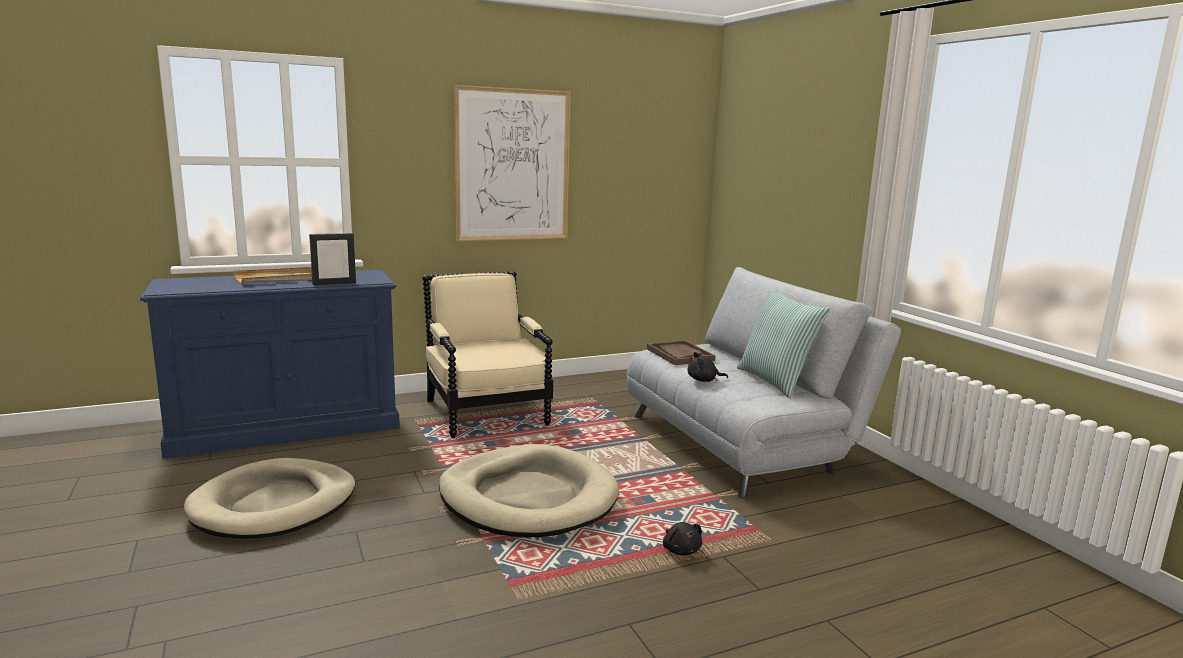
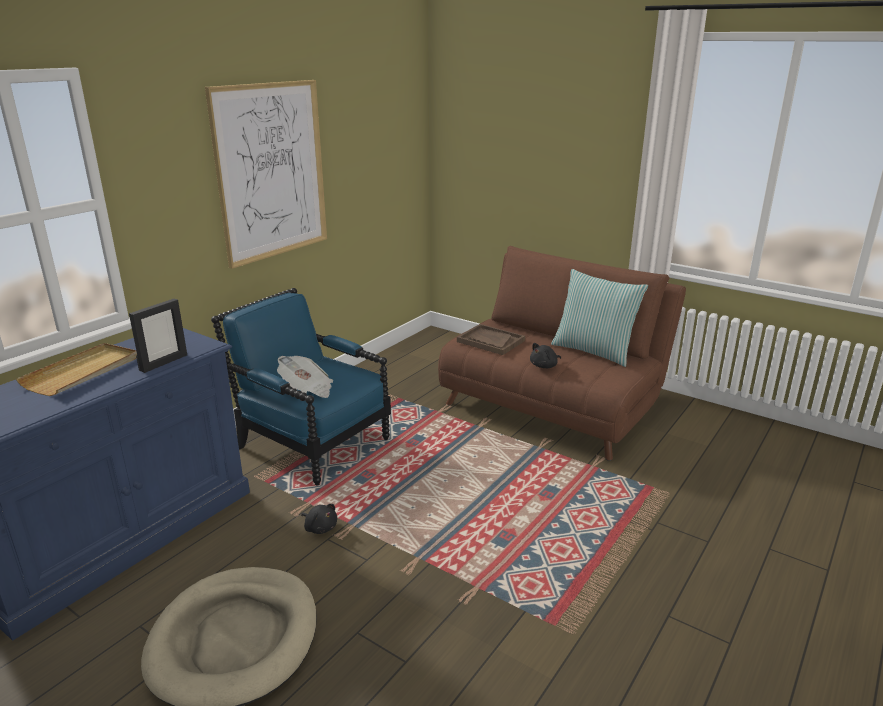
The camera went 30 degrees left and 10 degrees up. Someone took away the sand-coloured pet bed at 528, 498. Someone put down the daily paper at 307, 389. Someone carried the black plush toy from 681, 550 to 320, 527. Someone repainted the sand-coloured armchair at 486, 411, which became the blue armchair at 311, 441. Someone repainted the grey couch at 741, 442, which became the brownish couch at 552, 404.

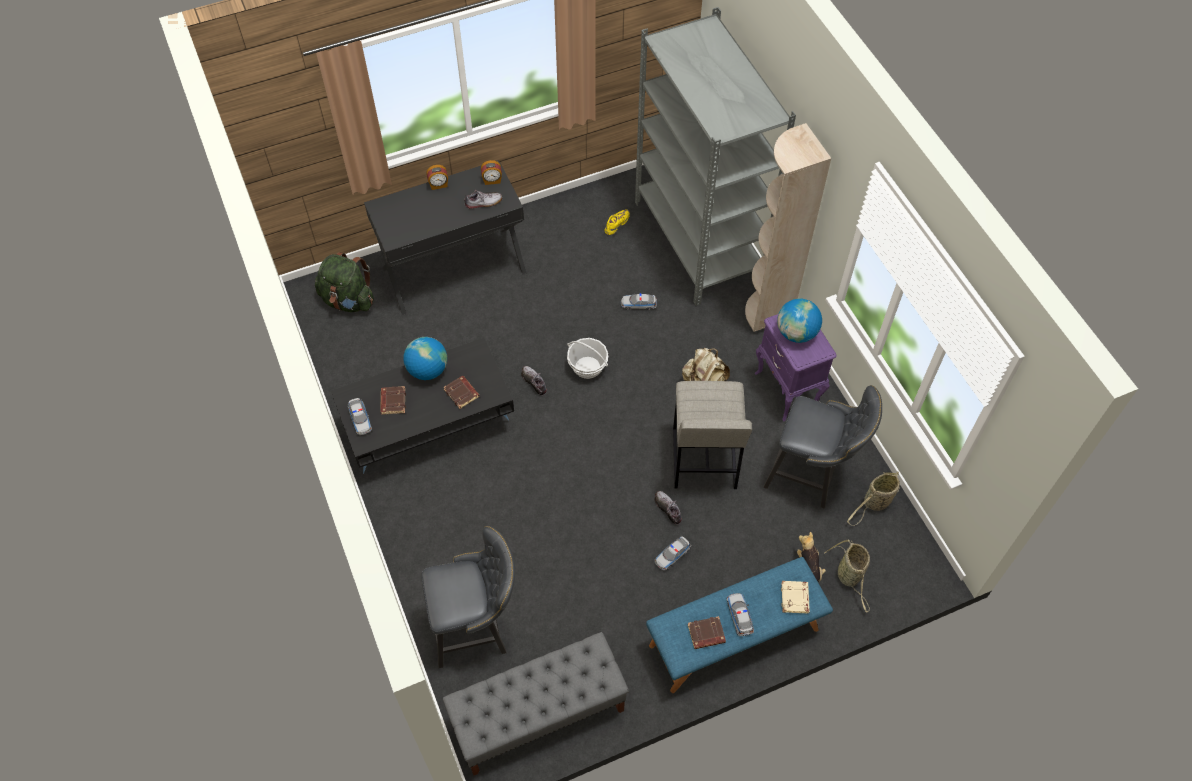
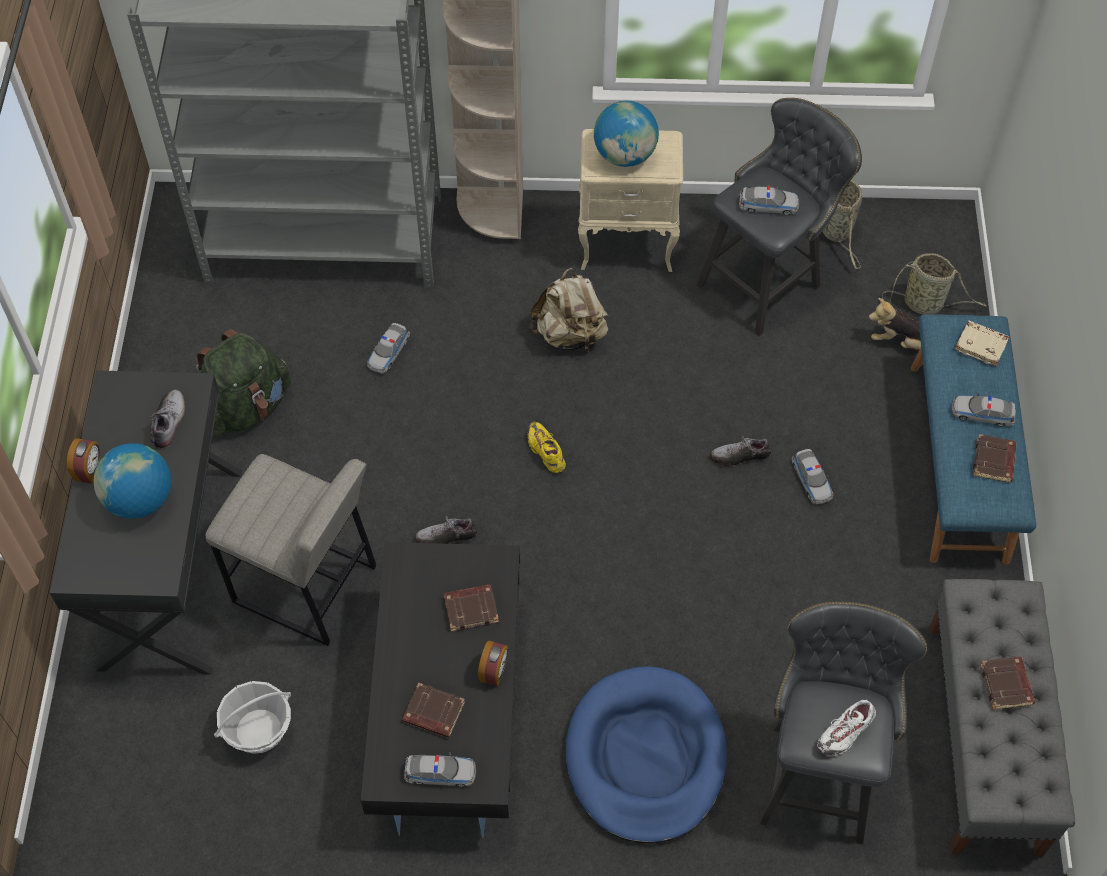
The camera went 65 degrees left and 0 degrees up. Someone put down the blue pet bed at 645, 757. Someone put down the miniature car at 768, 205. Someone put down the white-coloured item of footwear at 845, 732. Someone put down the brownish book at 1007, 685. Someone carried the greenish knapsack from 348, 300 to 247, 407. Someone carried the globe from 427, 370 to 140, 500. Someone carried the alarm clock from 492, 180 to 494, 671. Someone carried the household basket from 587, 367 to 259, 730. Someone carried the yellow item of footwear from 616, 225 to 545, 451. Someone carried the grey chair from 704, 460 to 308, 585. Someone repainted the purple-coloured night table at 787, 390, which became the sand-coloured night table at 627, 247.

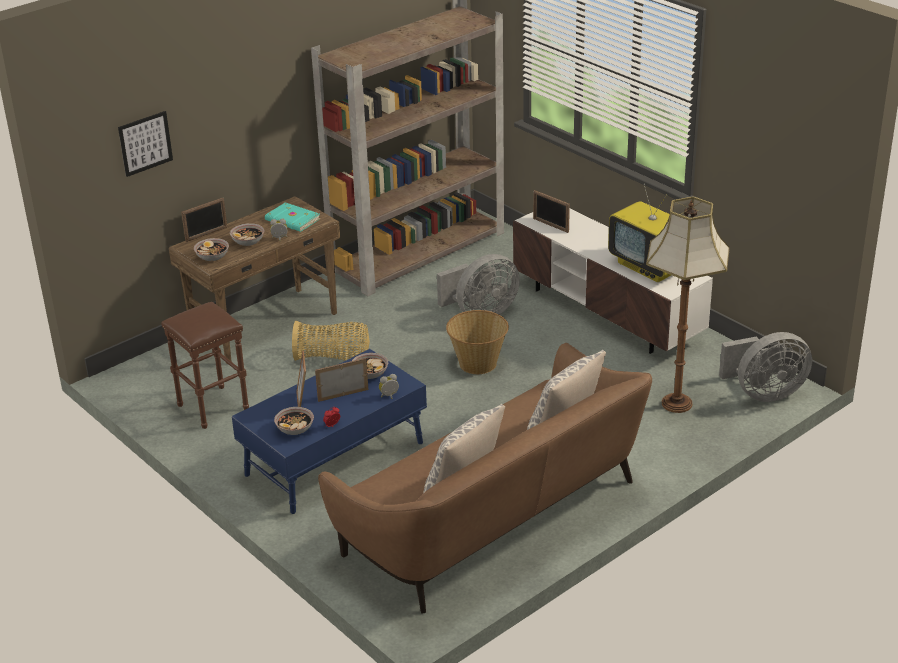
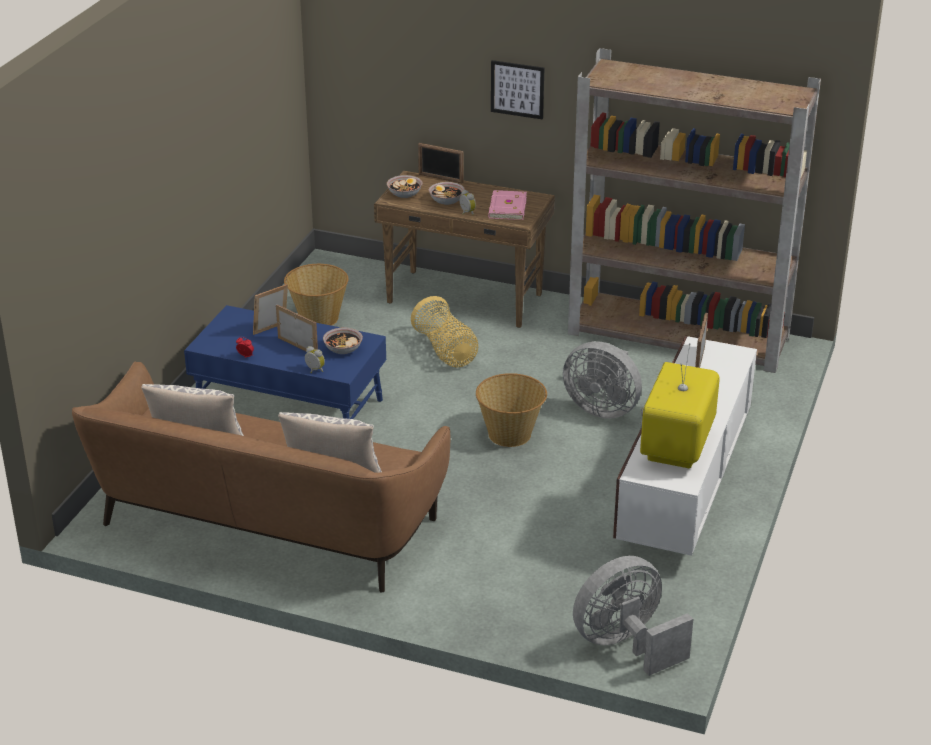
The camera went 60 degrees right and 0 degrees up. Someone took away the serving bowl at 295, 429. Someone took away the standing lamp at 678, 403. Someone carried the wall art from 145, 143 to 517, 89. Someone swapped the brownish sitting stool at 211, 406 for the household basket at 318, 318. Someone repainted the blue-green book at 292, 220, which became the pink book at 506, 208. Someone rotated the grey cooling fan at 764, 393 by 105 degrees clockwise.

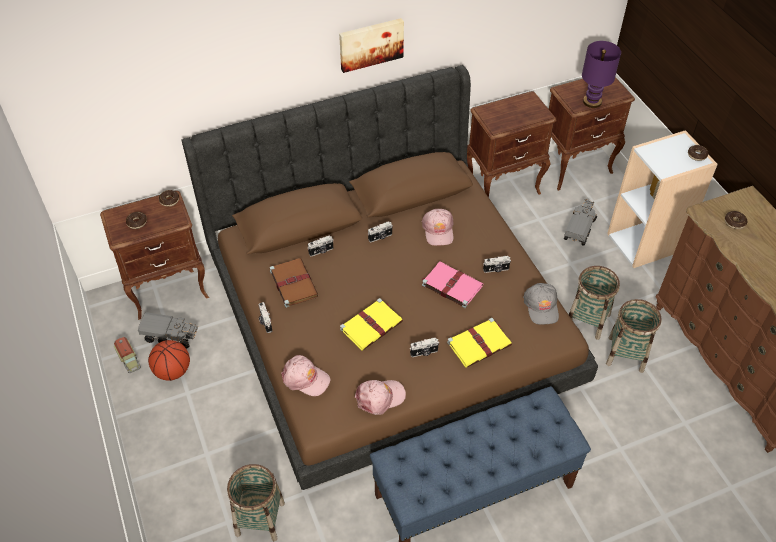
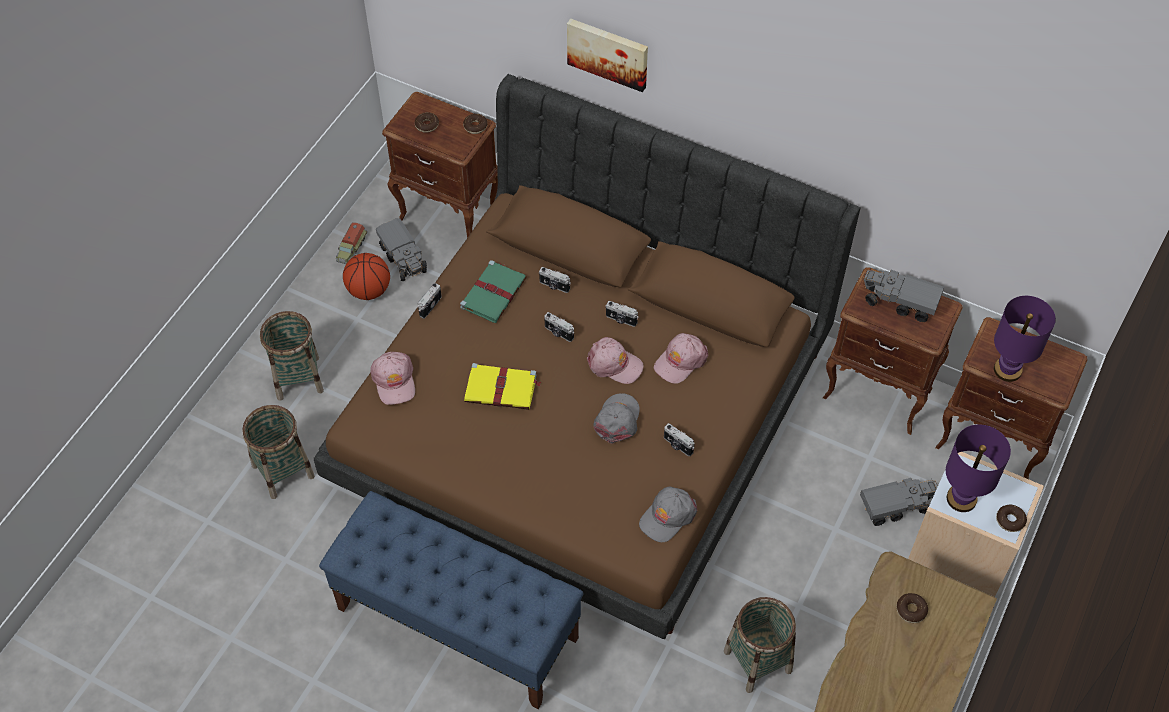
The camera went 50 degrees right and 5 degrees up. Someone took away the yellow book at 480, 343. Someone put down the model truck at 899, 302. Someone put down the purple-coloured tabletop lamp at 960, 498. Someone carried the wall art from 370, 43 to 608, 53. Someone carried the pink cap from 380, 397 to 614, 364. Someone carried the photo camera from 424, 353 to 558, 333. Someone carried the household basket from 587, 320 to 298, 377. Someone swapped the pink book at 451, 285 for the grey cap at 617, 420. Someone repainted the brownish book at 293, 283, which became the greenish book at 494, 292.

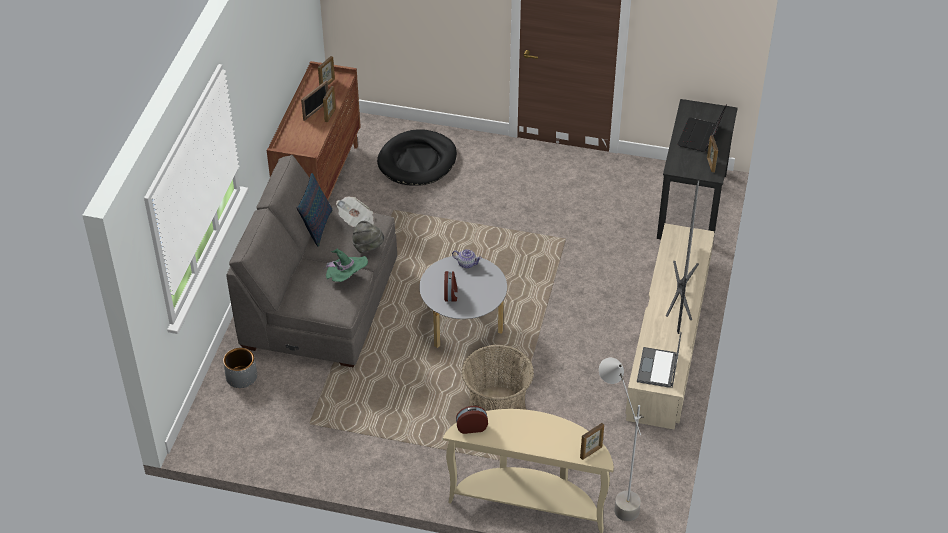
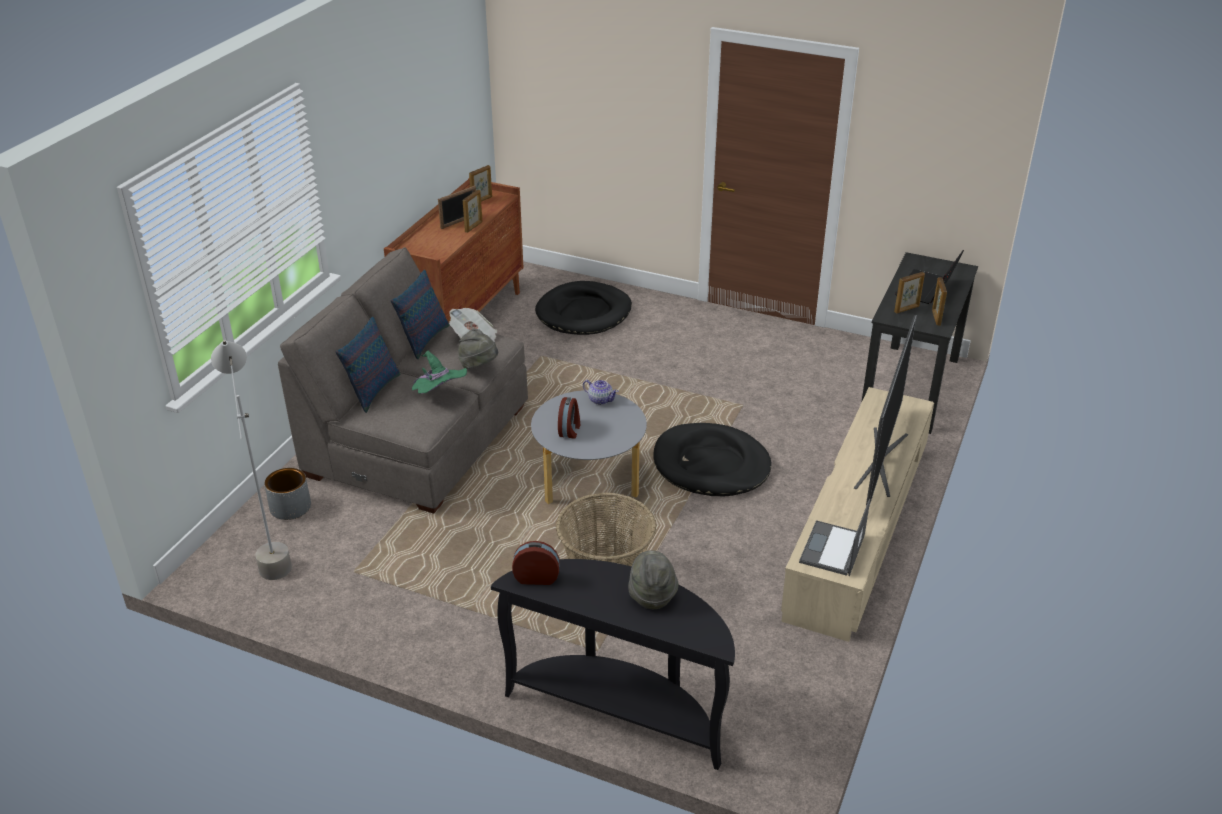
The camera went 10 degrees right and 10 degrees down. Someone put down the blue cushion at 373, 391. Someone put down the grey clothing hat at 652, 595. Someone put down the black pet bed at 711, 465. Someone carried the picture frame from 591, 452 to 907, 309. Someone carried the grey standing lamp from 614, 496 to 271, 551. Someone repainted the sand-coloured narrow table at 529, 501, which became the black narrow table at 621, 709.

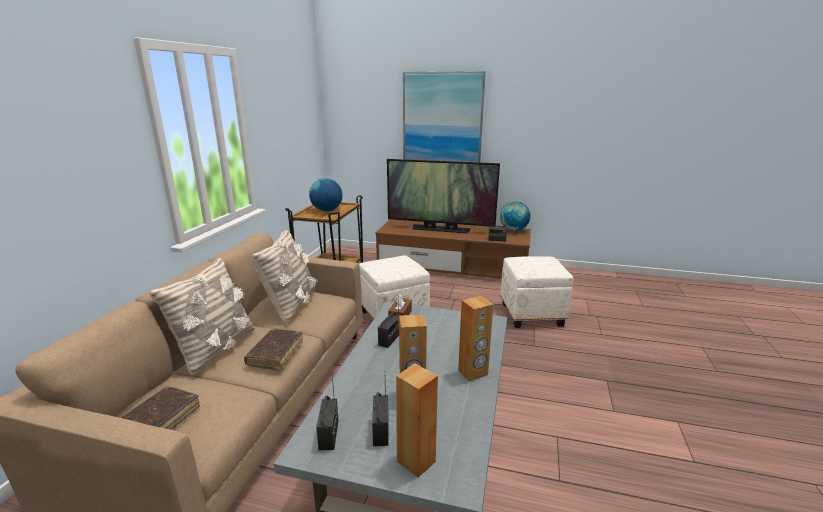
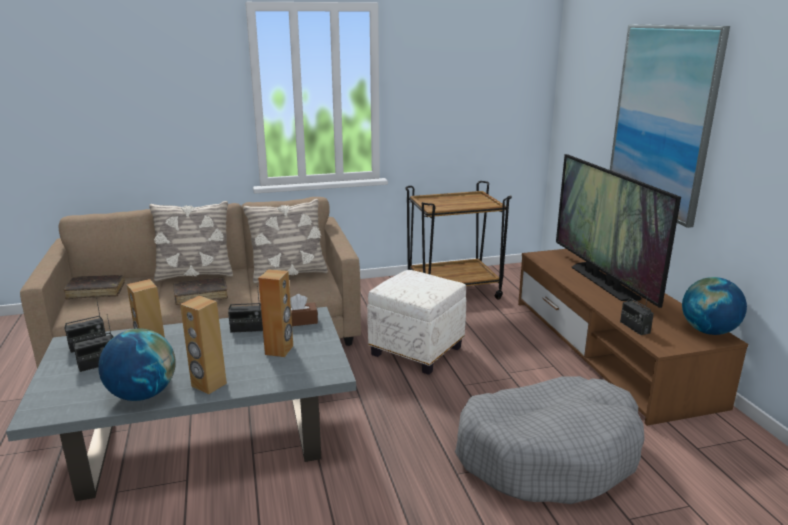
The camera went 60 degrees right and 0 degrees up. Someone carried the globe from 327, 210 to 142, 394. Someone carried the brownish loudspeaker from 416, 461 to 279, 350. Someone swapped the white-coloured pouffe at 532, 315 for the grey pet bed at 548, 454.

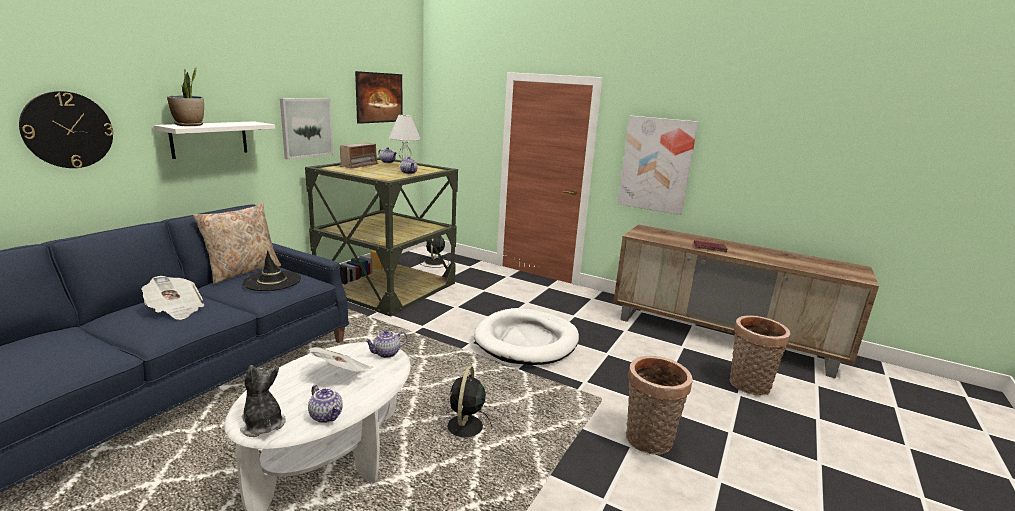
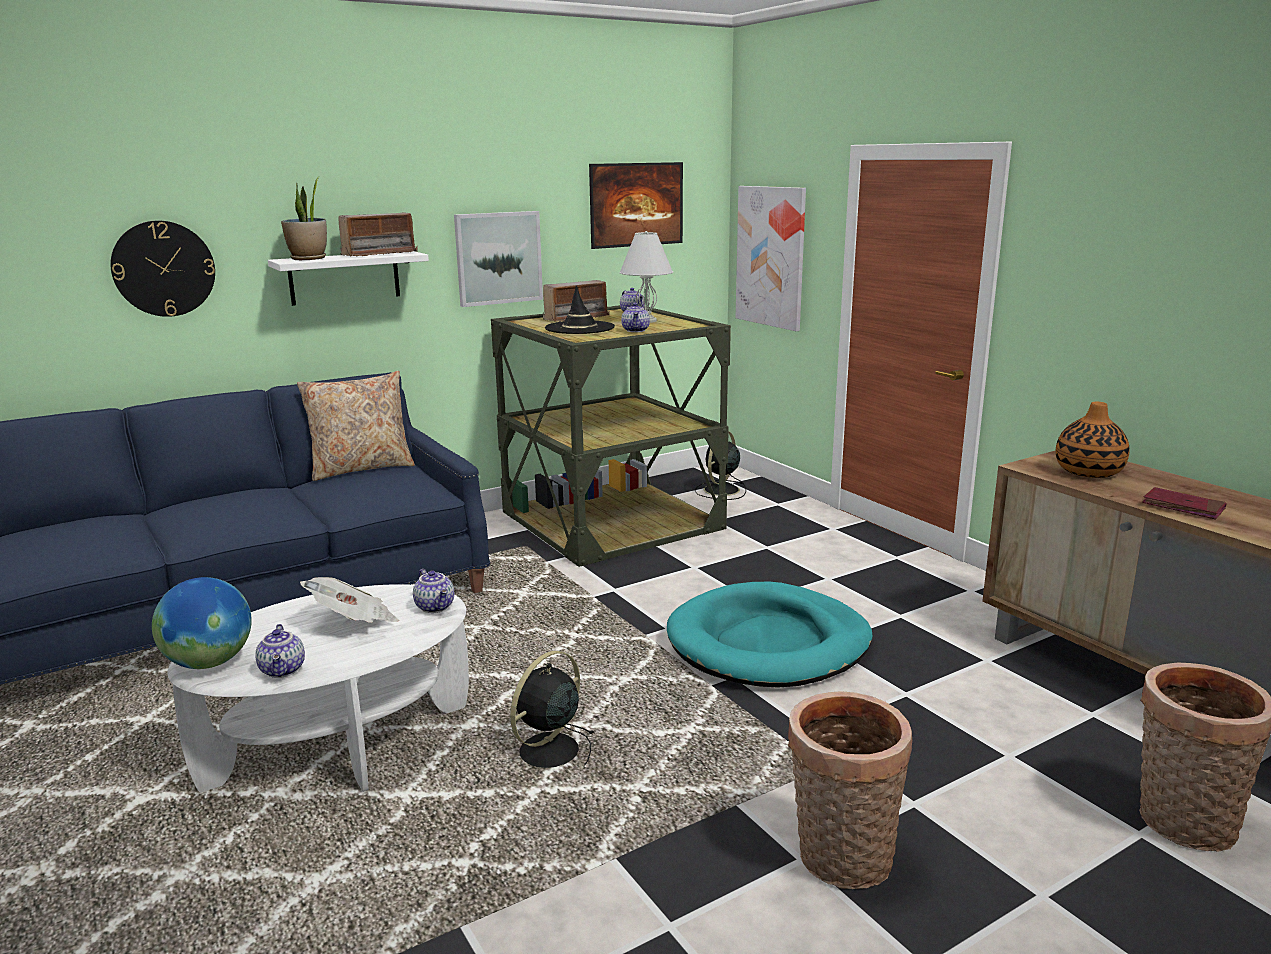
The camera went 30 degrees right and 0 degrees up. Someone took away the daily paper at 175, 310. Someone put down the radio at 379, 254. Someone put down the flower vase at 1088, 472. Someone carried the black clothing hat from 272, 281 to 579, 328. Someone carried the wall art from 656, 164 to 771, 257. Someone swapped the plush toy at 262, 424 for the globe at 209, 663. Someone repainted the white-coloured pet bed at 527, 341, which became the blue-green pet bed at 768, 643. Someone rotated the teapot at 386, 354 by 120 degrees counterclockwise.

